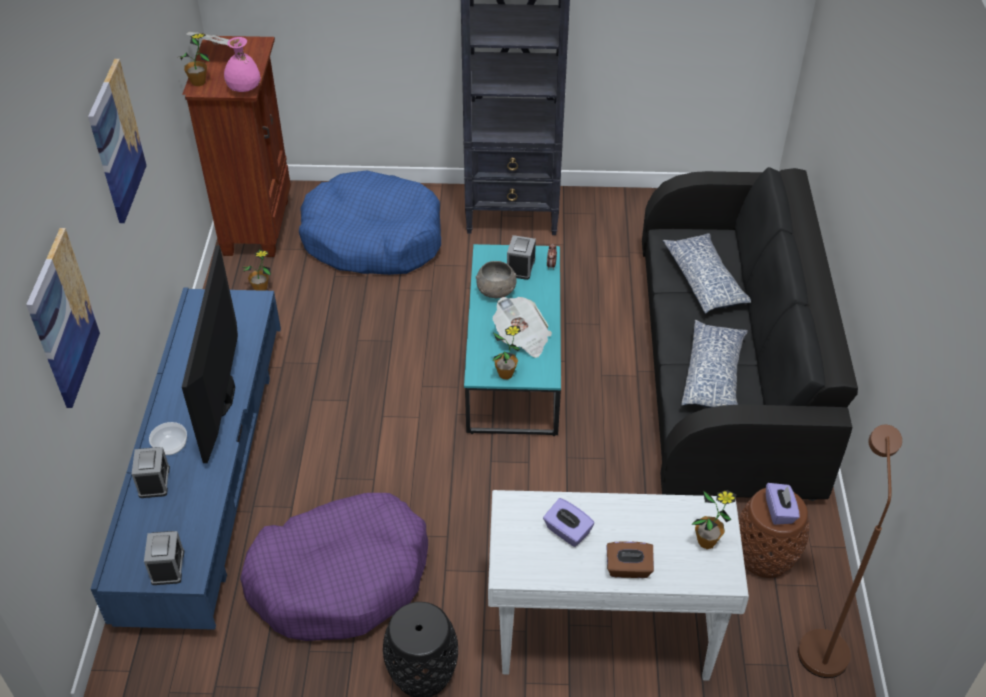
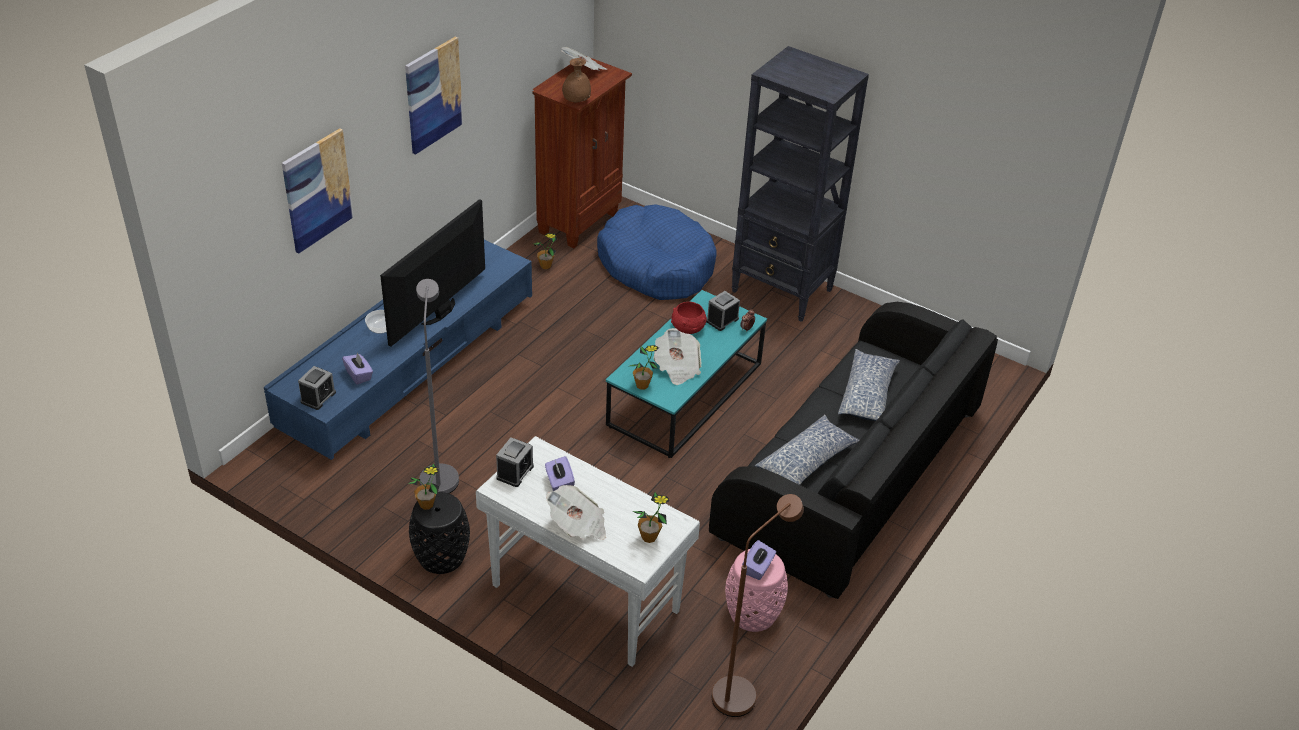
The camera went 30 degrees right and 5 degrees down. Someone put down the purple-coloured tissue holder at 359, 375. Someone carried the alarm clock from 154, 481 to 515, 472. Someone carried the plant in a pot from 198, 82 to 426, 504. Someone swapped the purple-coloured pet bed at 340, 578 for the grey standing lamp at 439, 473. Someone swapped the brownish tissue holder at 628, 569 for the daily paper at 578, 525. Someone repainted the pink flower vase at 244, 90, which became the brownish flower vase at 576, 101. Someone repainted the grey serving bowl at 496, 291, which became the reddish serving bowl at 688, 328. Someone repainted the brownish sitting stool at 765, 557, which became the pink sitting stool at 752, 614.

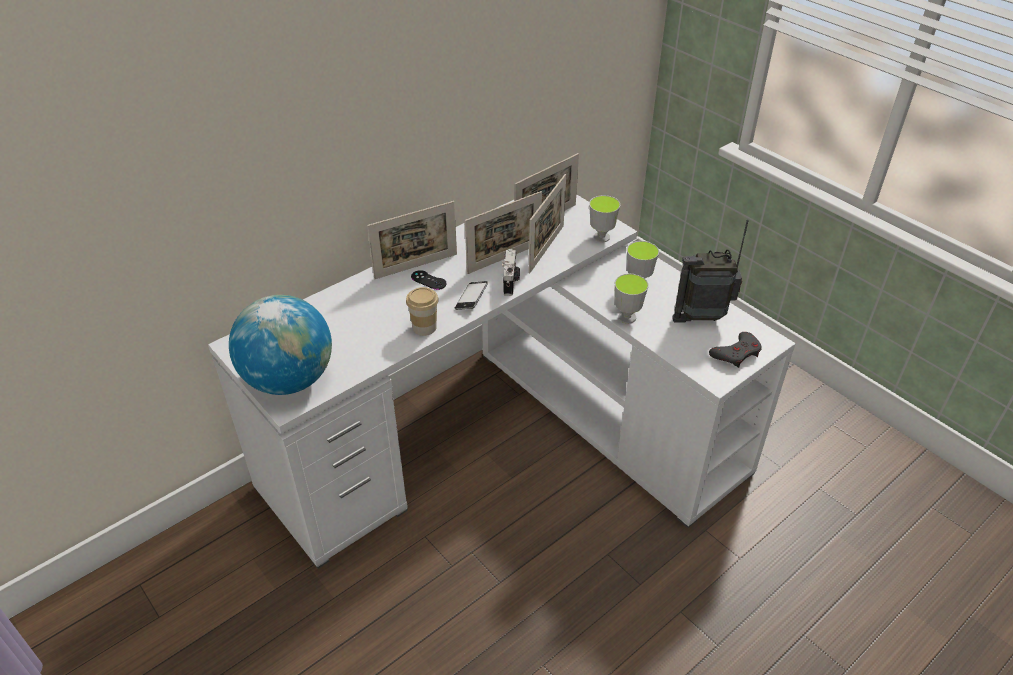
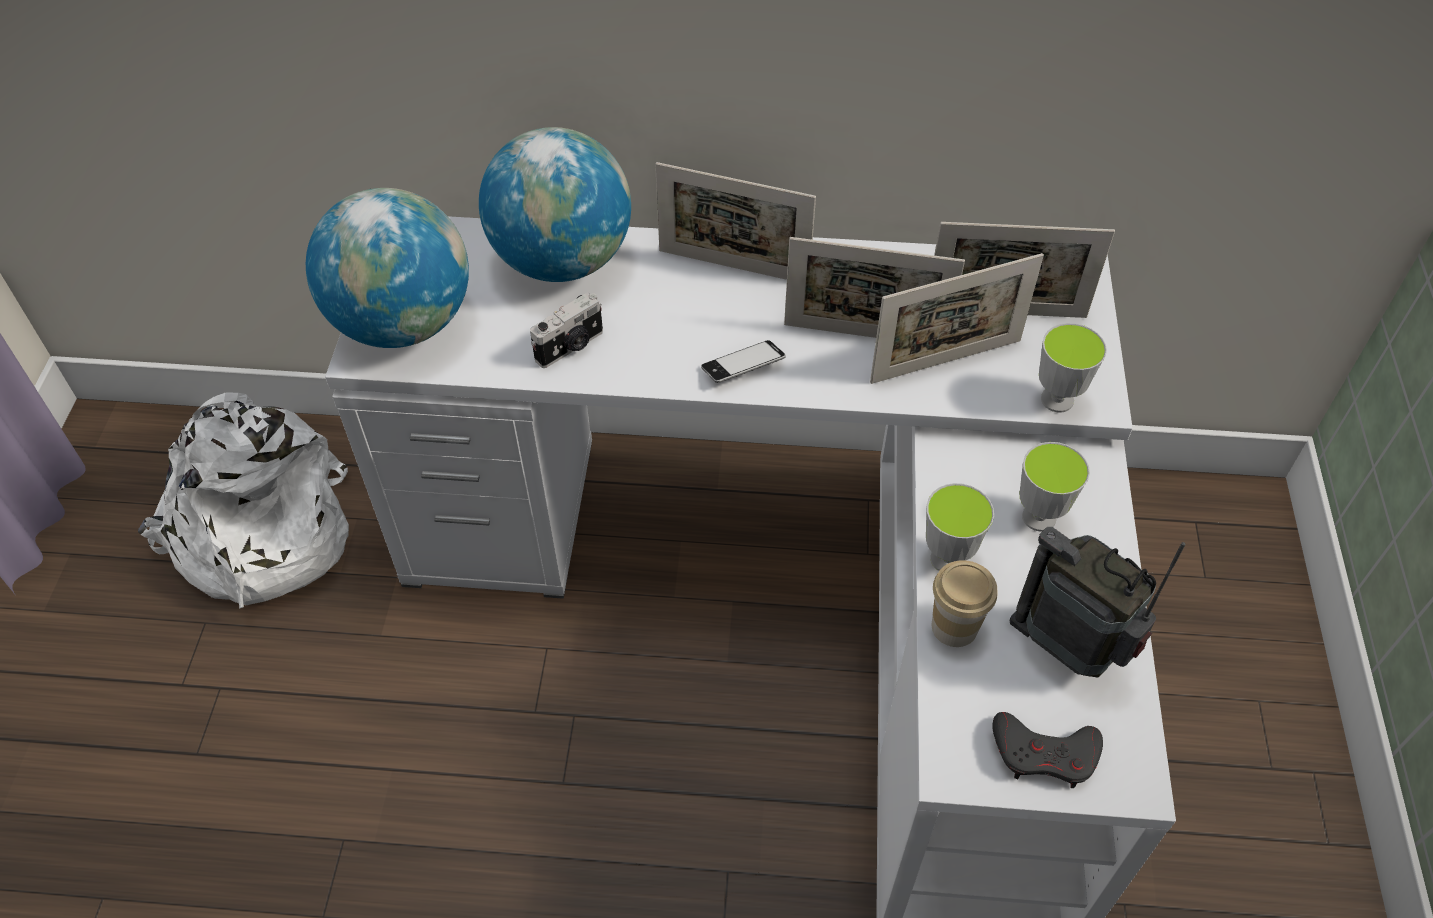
The camera went 45 degrees right and 10 degrees up. Someone took away the black game controller at 428, 280. Someone put down the white-coloured knapsack at 260, 535. Someone put down the globe at 562, 261. Someone carried the small cup from 424, 327 to 954, 627. Someone carried the photo camera from 511, 282 to 571, 347.

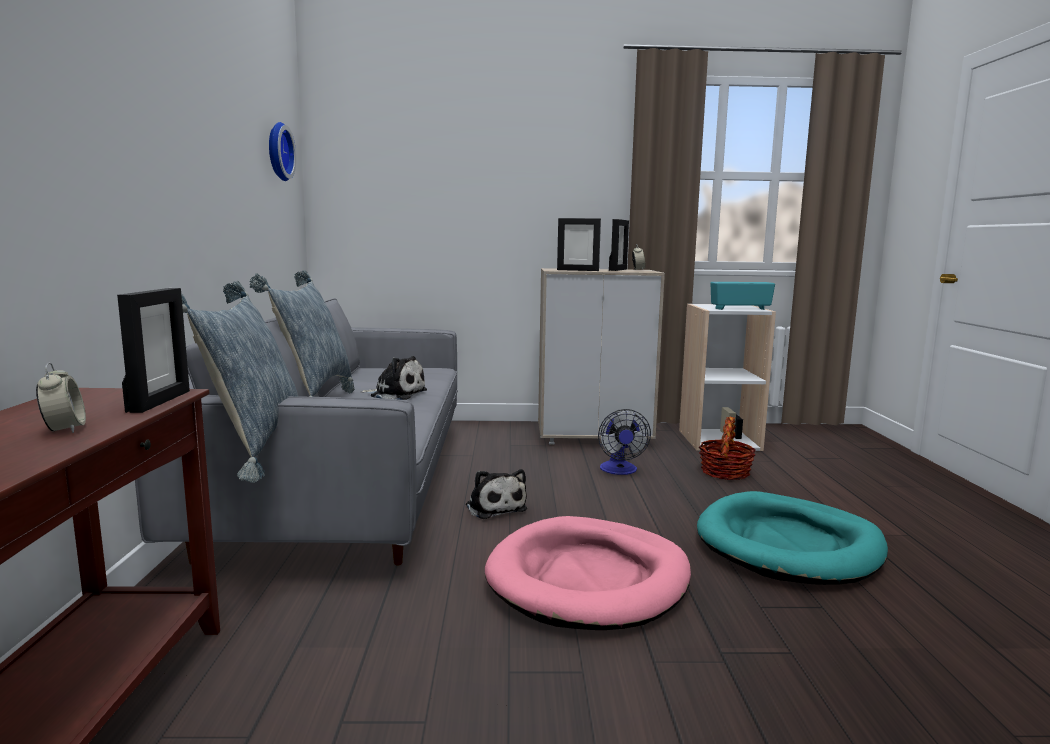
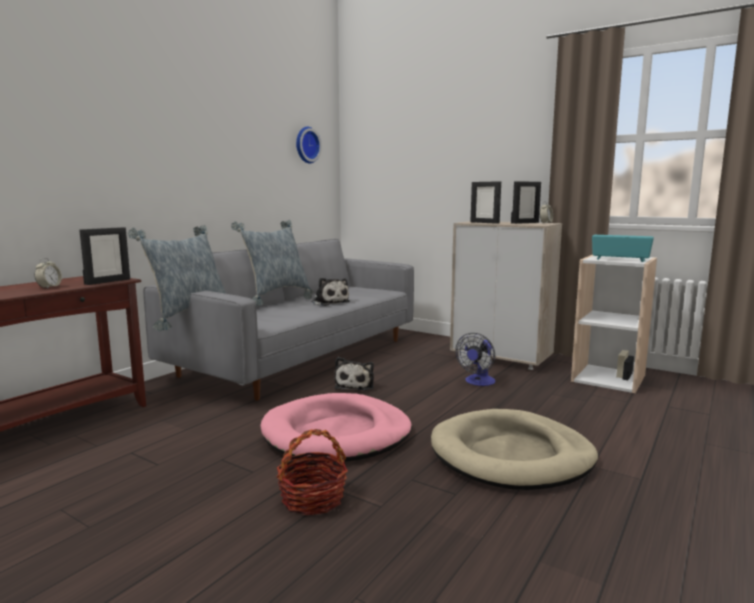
The camera went 35 degrees right and 0 degrees up. Someone carried the household basket from 725, 472 to 312, 499. Someone repainted the blue-green pet bed at 789, 545, which became the sand-coloured pet bed at 511, 455.

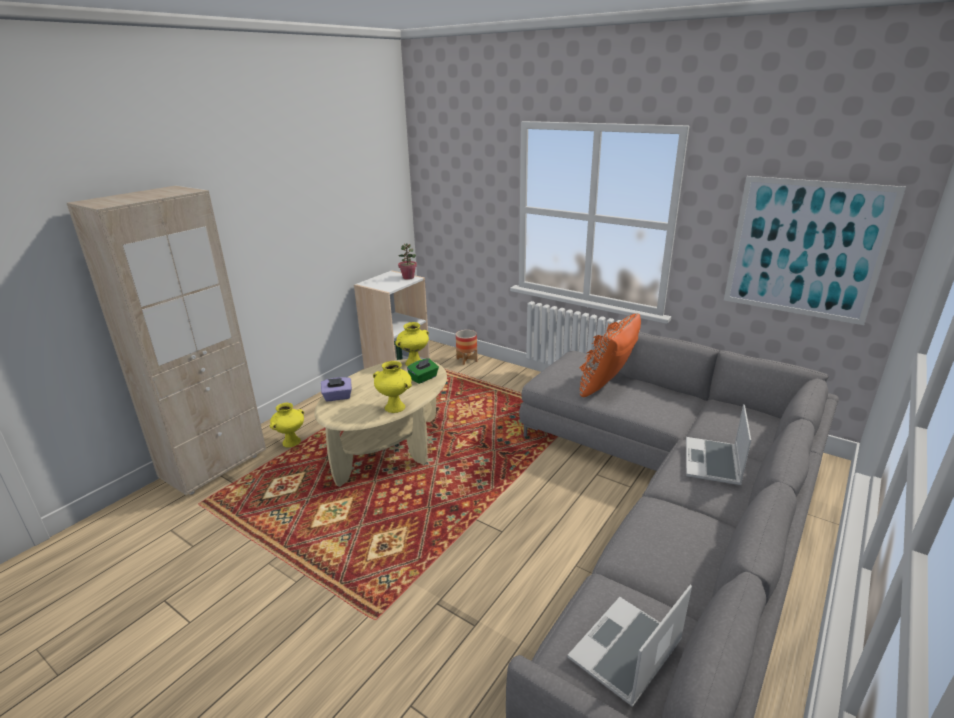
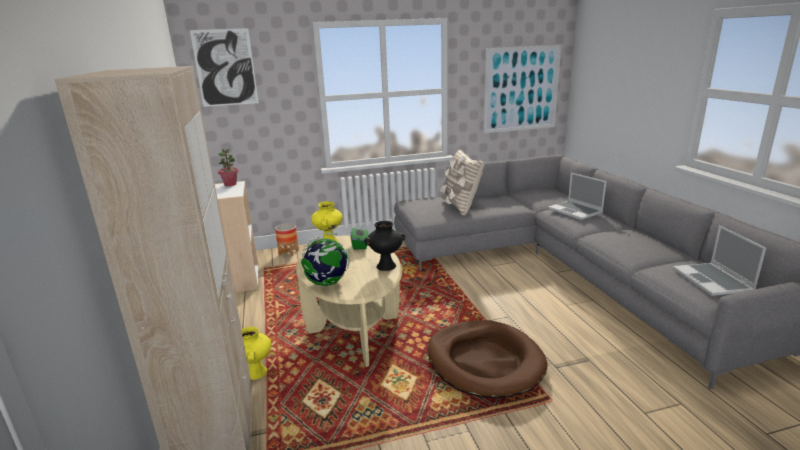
The camera went 50 degrees left and 5 degrees down. Someone put up the wall art at 225, 68. Someone put down the brownish pet bed at 484, 361. Someone swapped the purple-coloured tissue holder at 337, 397 for the globe at 327, 283. Someone repainted the yellow flower vase at 395, 407, which became the black flower vase at 386, 266. Someone repainted the orange cushion at 605, 384, which became the sand-coloured cushion at 459, 206.

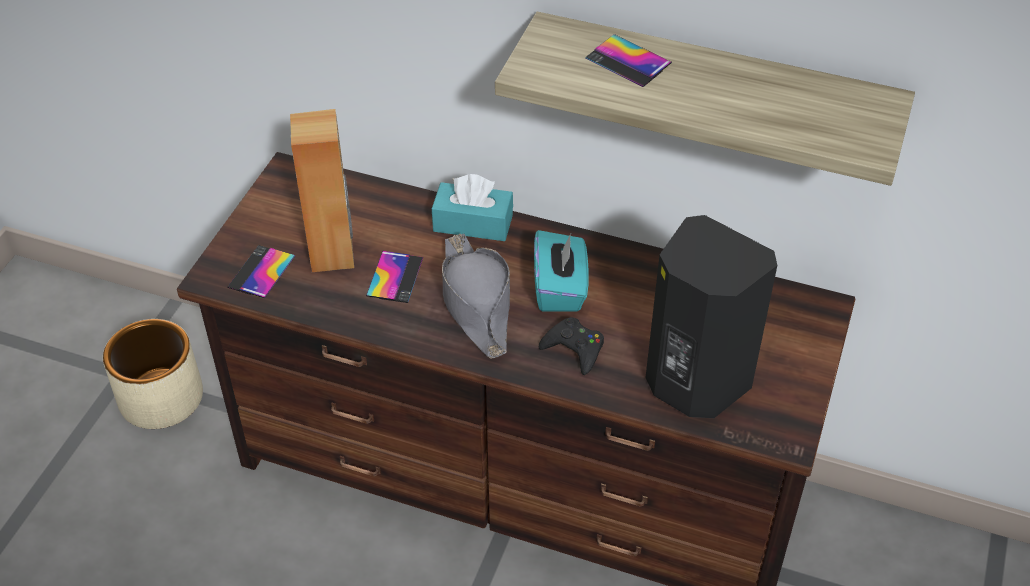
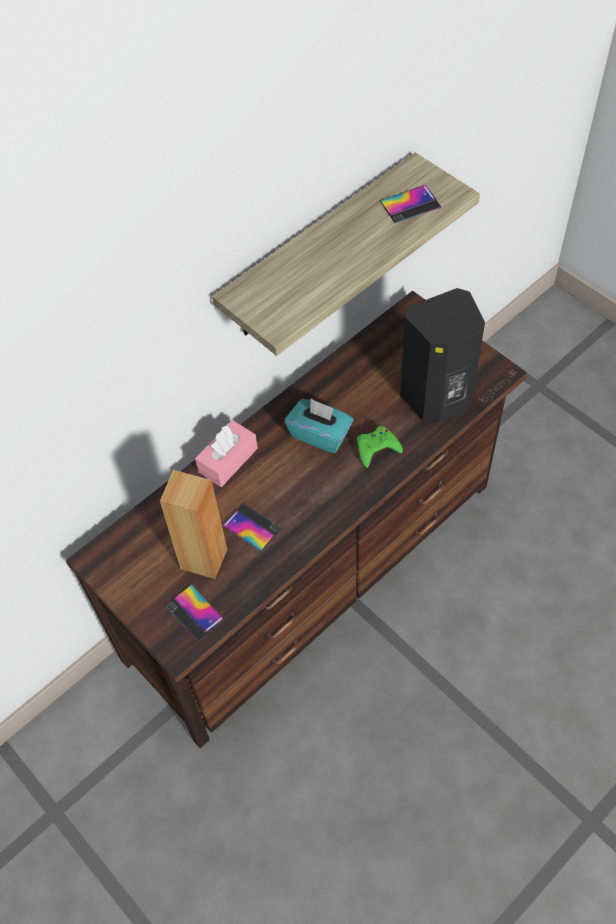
The camera went 60 degrees left and 10 degrees up. Someone took away the sand-coloured flower pot at 160, 398. Someone took away the grey clothing hat at 476, 303. Someone carried the handset from 628, 61 to 410, 204. Someone repainted the blue-green tissue holder at 473, 223, which became the pink tissue holder at 228, 460. Someone repainted the black game controller at 574, 349, which became the greenish game controller at 377, 448.

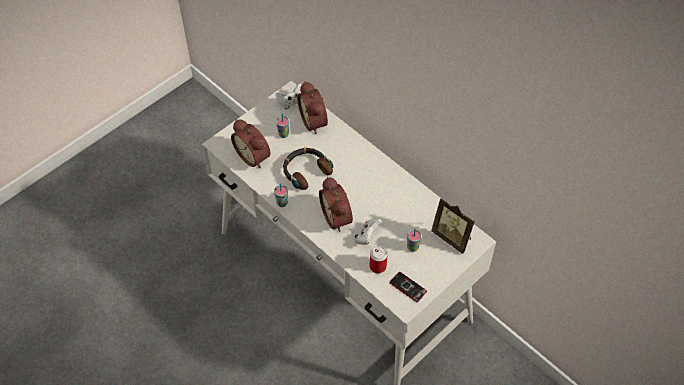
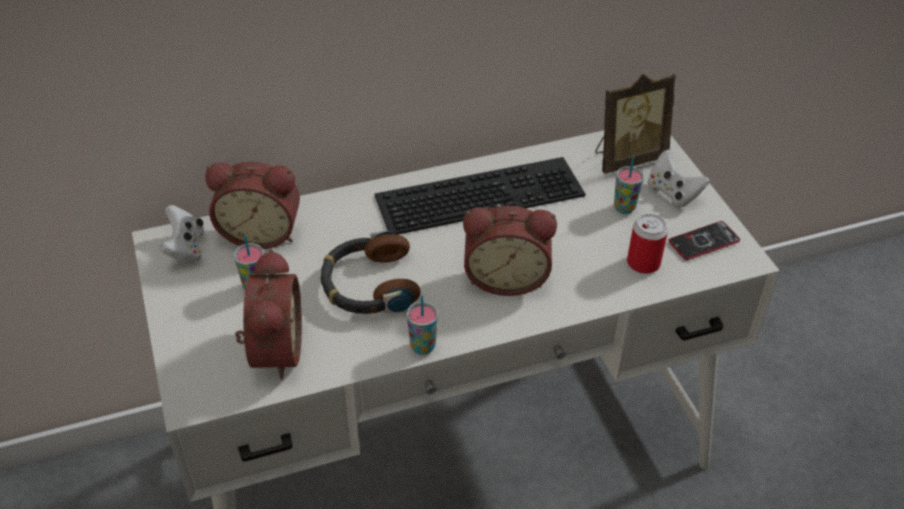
The camera went 65 degrees left and 10 degrees down. Someone put down the keyboard at 480, 193. Someone carried the white-coloured game controller from 367, 236 to 672, 193. Someone rotated the alarm clock at 254, 156 by 75 degrees counterclockwise.

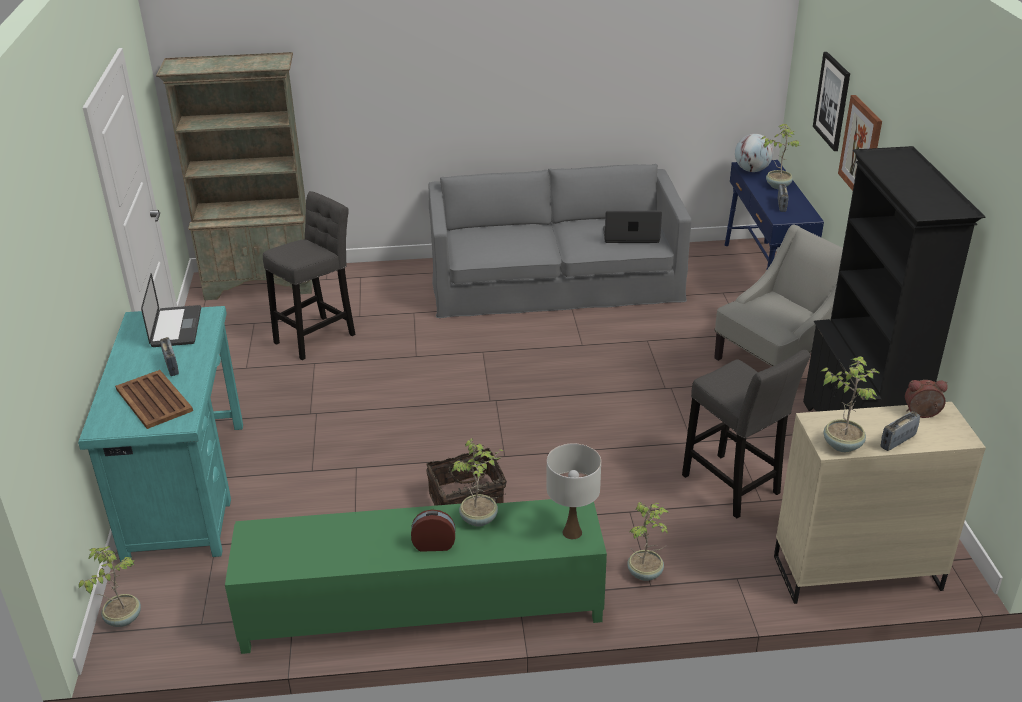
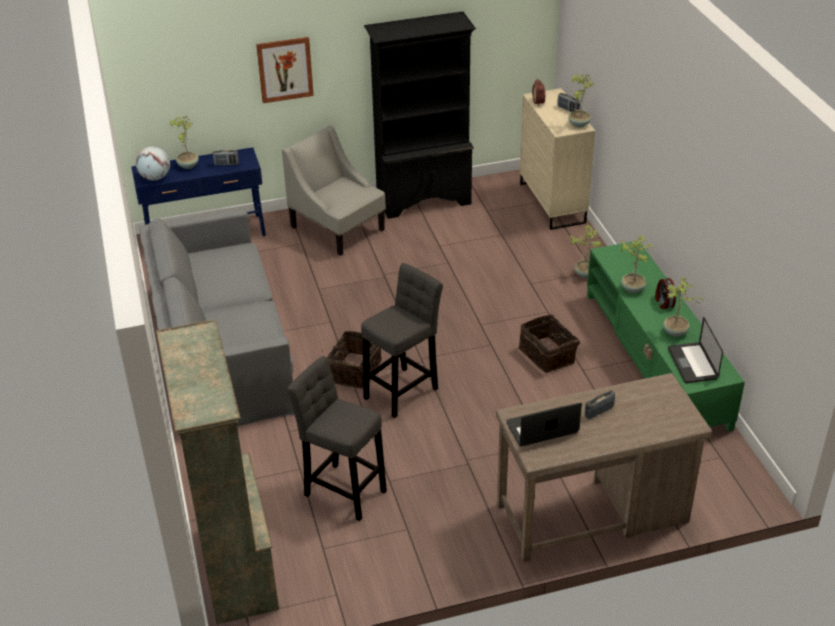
The camera went 100 degrees left and 5 degrees up. Someone took away the brownish carrying tray at 154, 400. Someone took away the white-coloured tabletop lamp at 572, 532. Someone took away the wall art at 832, 101. Someone put down the household basket at 354, 371. Someone carried the plant in a pot from 122, 618 to 675, 332. Someone carried the laptop from 631, 236 to 692, 363. Someone carried the grey sitting stool from 733, 488 to 403, 390. Someone repainted the blue-green desk table at 185, 489, which became the brownish desk table at 592, 513.

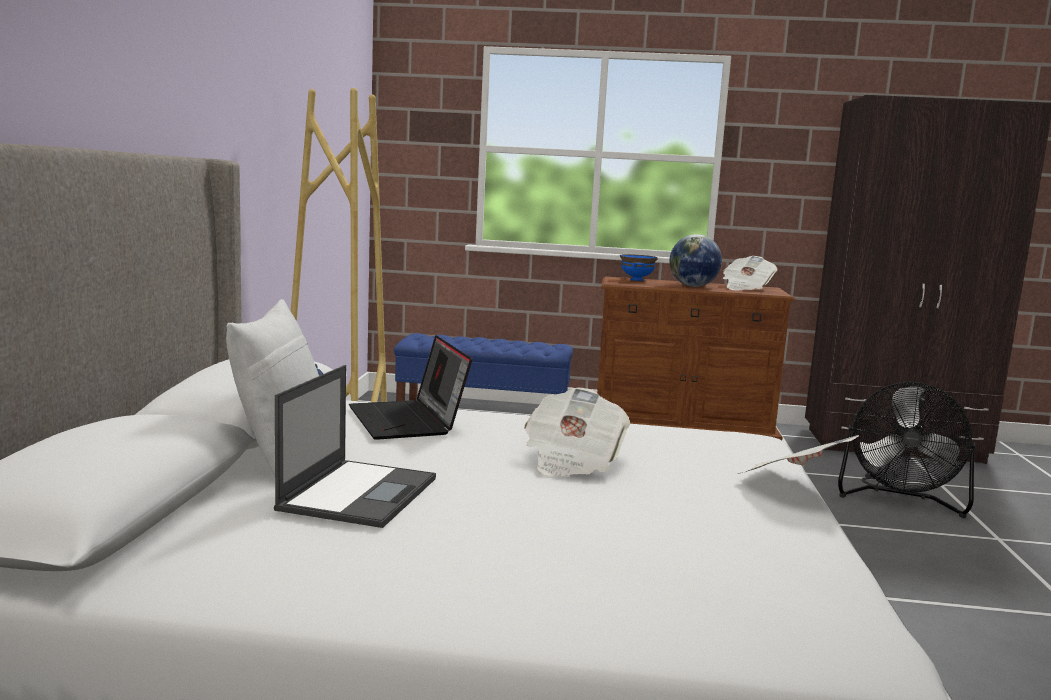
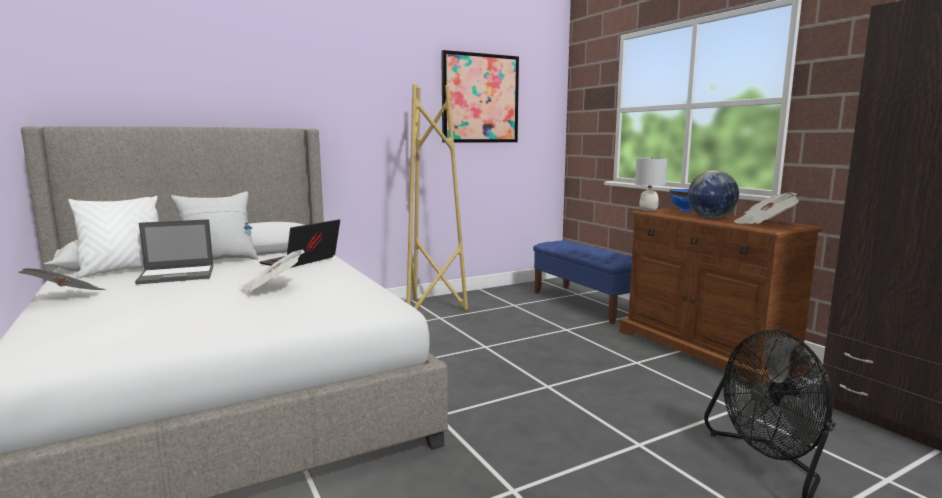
The camera went 55 degrees right and 0 degrees up. Someone put down the white-coloured cushion at 123, 271. Someone put up the wall art at 480, 98. Someone put down the grey tabletop lamp at 647, 210. Someone carried the daily paper from 792, 484 to 67, 298.

